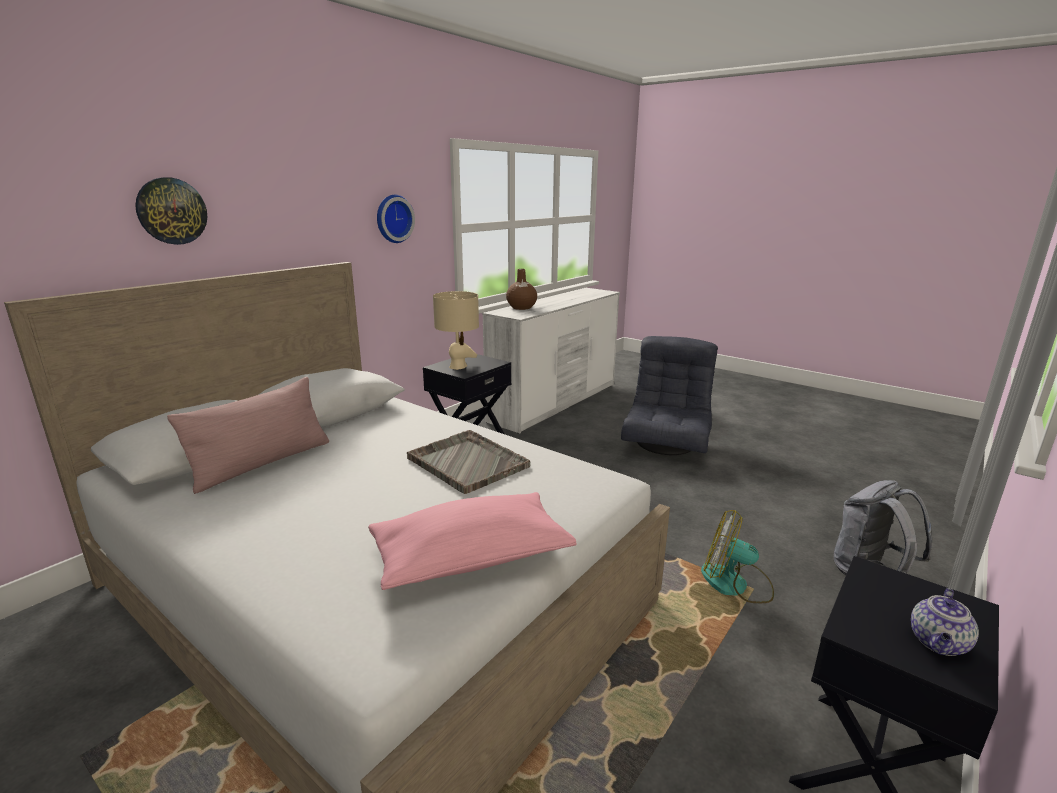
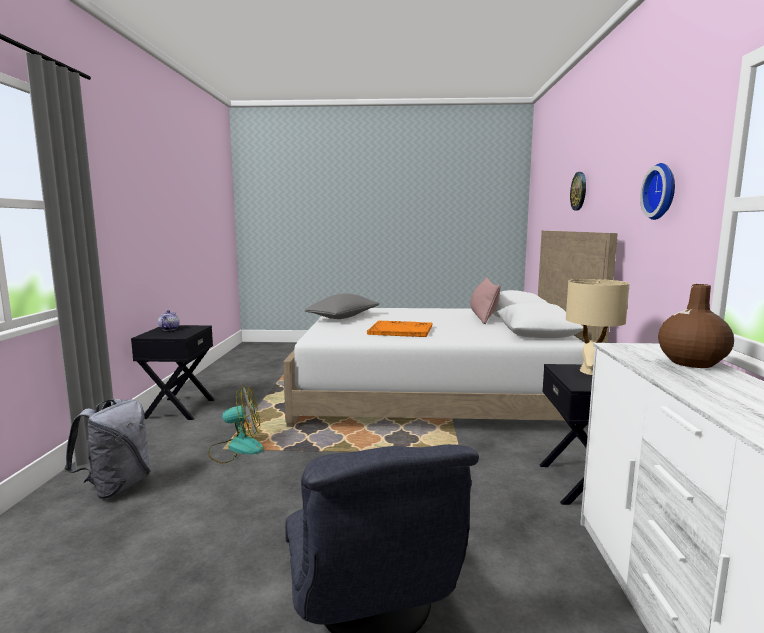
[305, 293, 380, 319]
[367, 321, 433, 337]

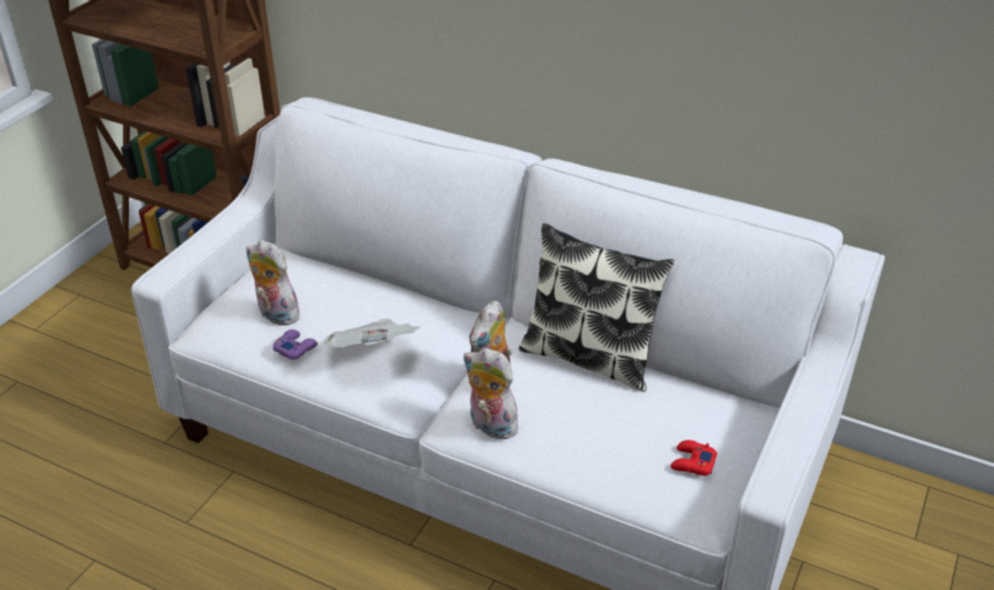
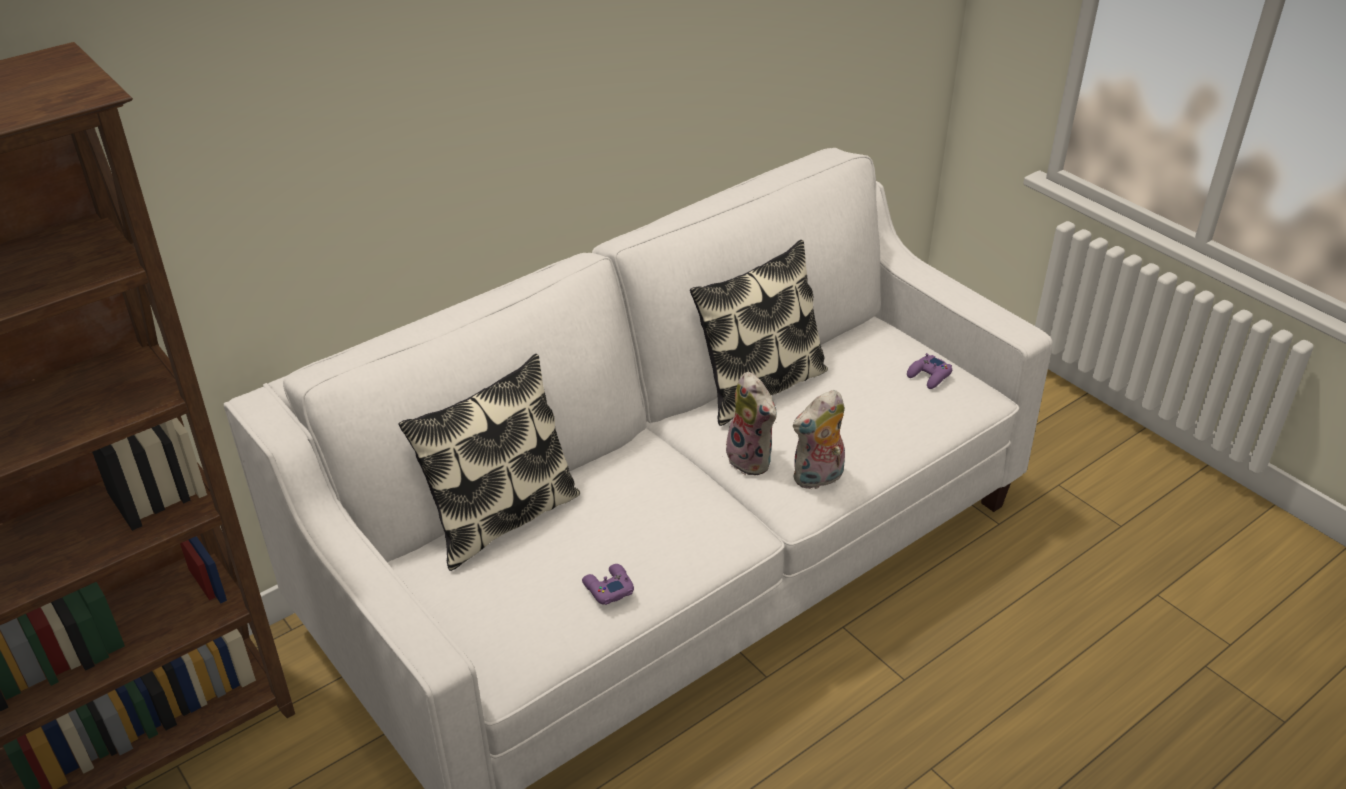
[246, 240, 303, 325] (first image)
[324, 318, 420, 348] (first image)
[907, 353, 952, 389]
[398, 354, 580, 571]

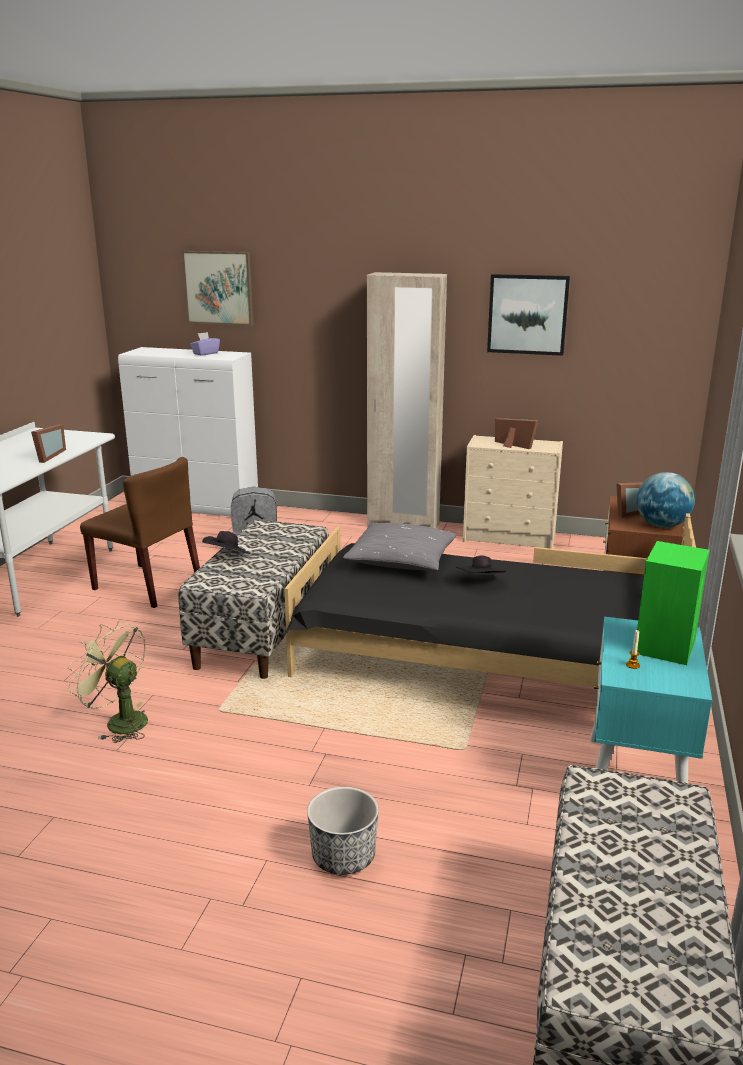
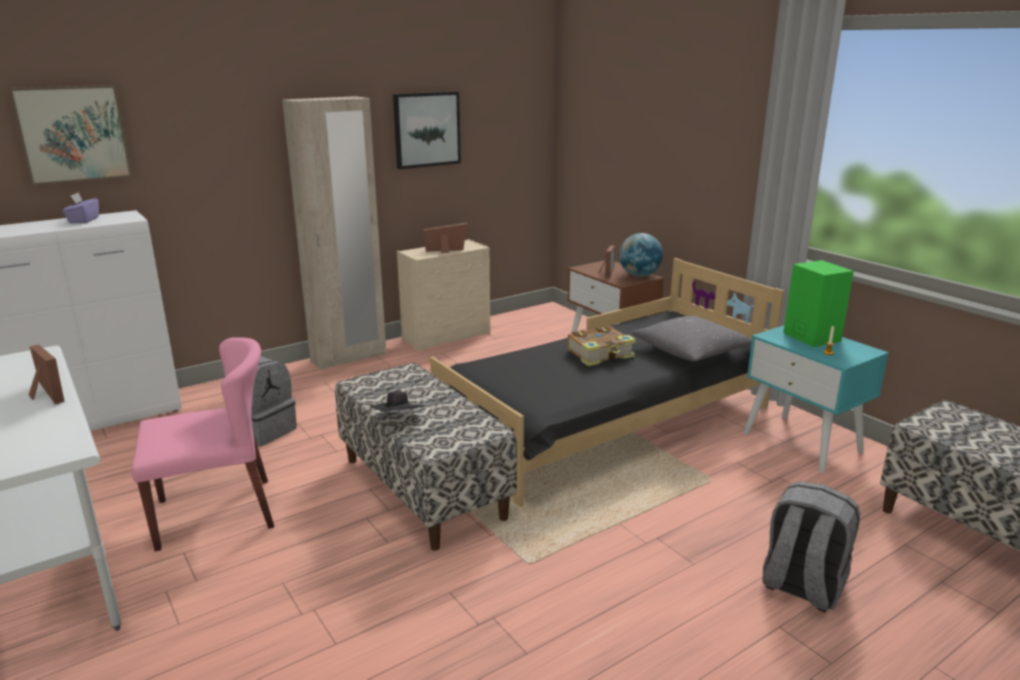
[67, 620, 148, 743] (first image)
[132, 337, 274, 552]
[762, 481, 860, 613]
[631, 316, 752, 361]
[567, 326, 636, 366]

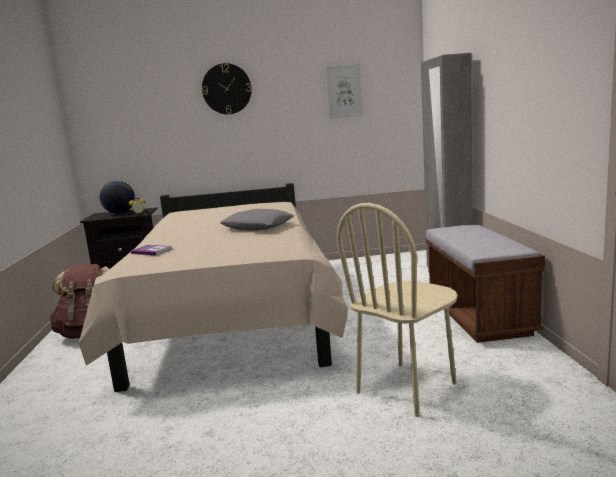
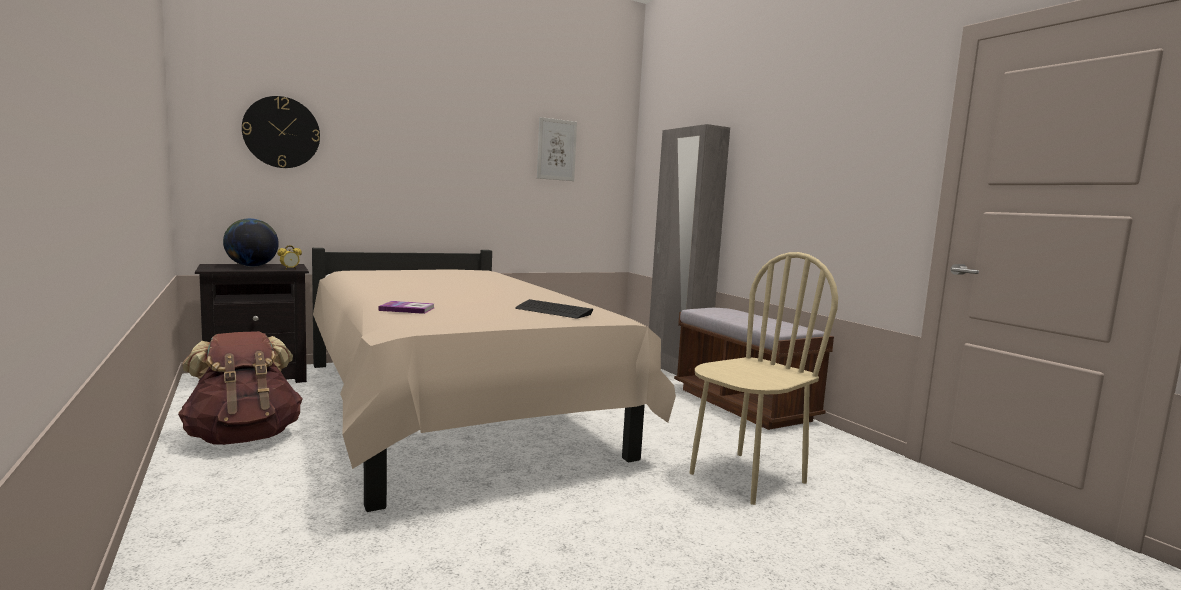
[242, 96, 320, 168]
[220, 209, 295, 231] (first image)
[689, 252, 838, 505]
[515, 299, 593, 318]

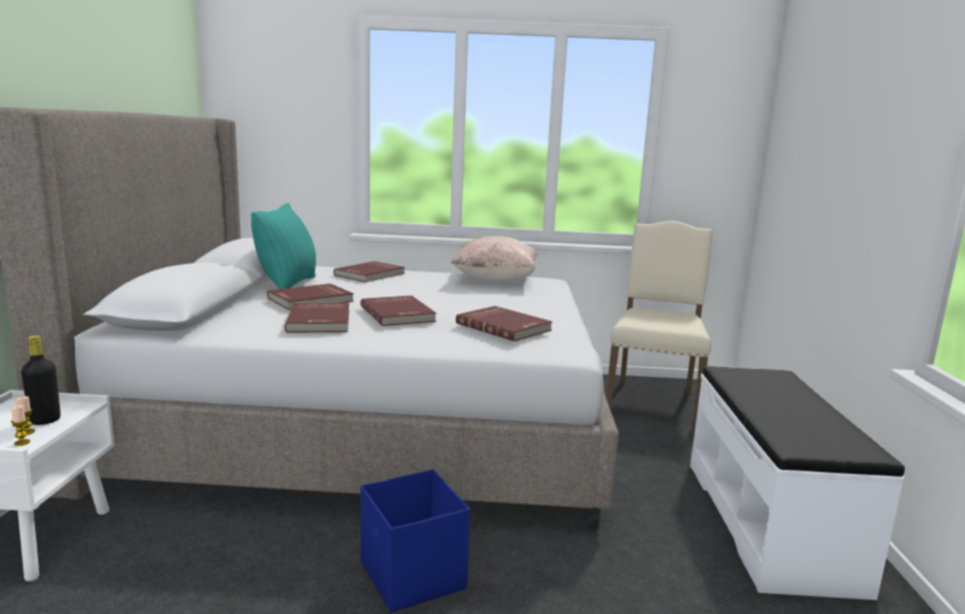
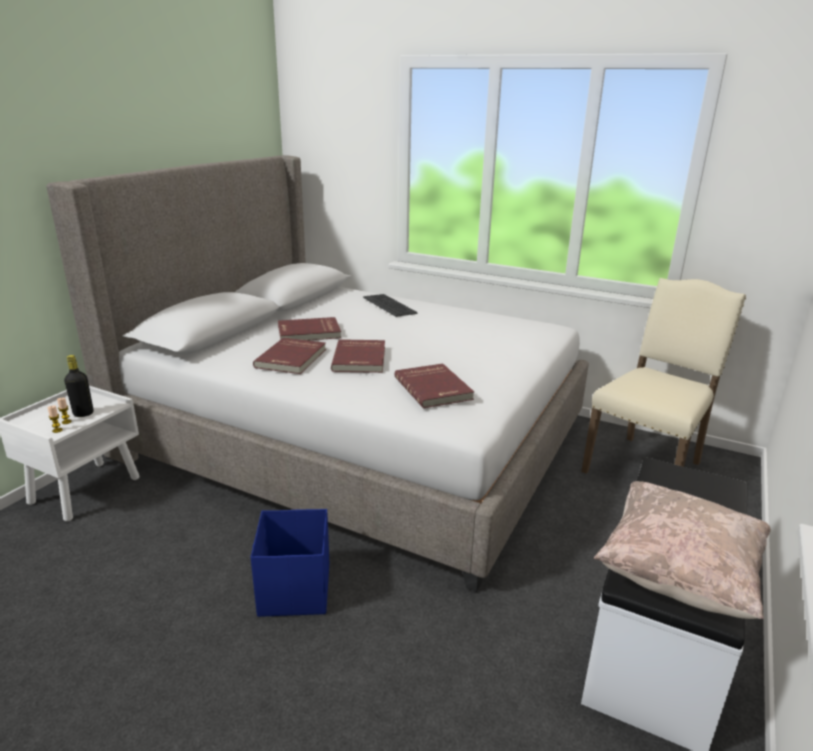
[251, 203, 316, 289] (first image)
[363, 294, 418, 317]
[593, 481, 771, 619]

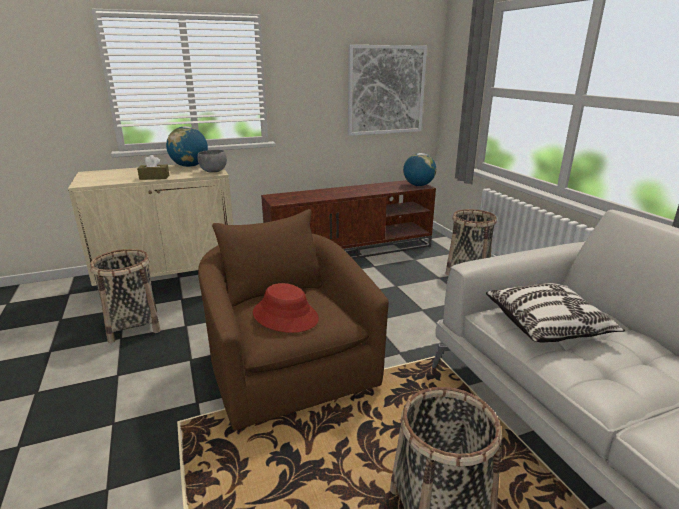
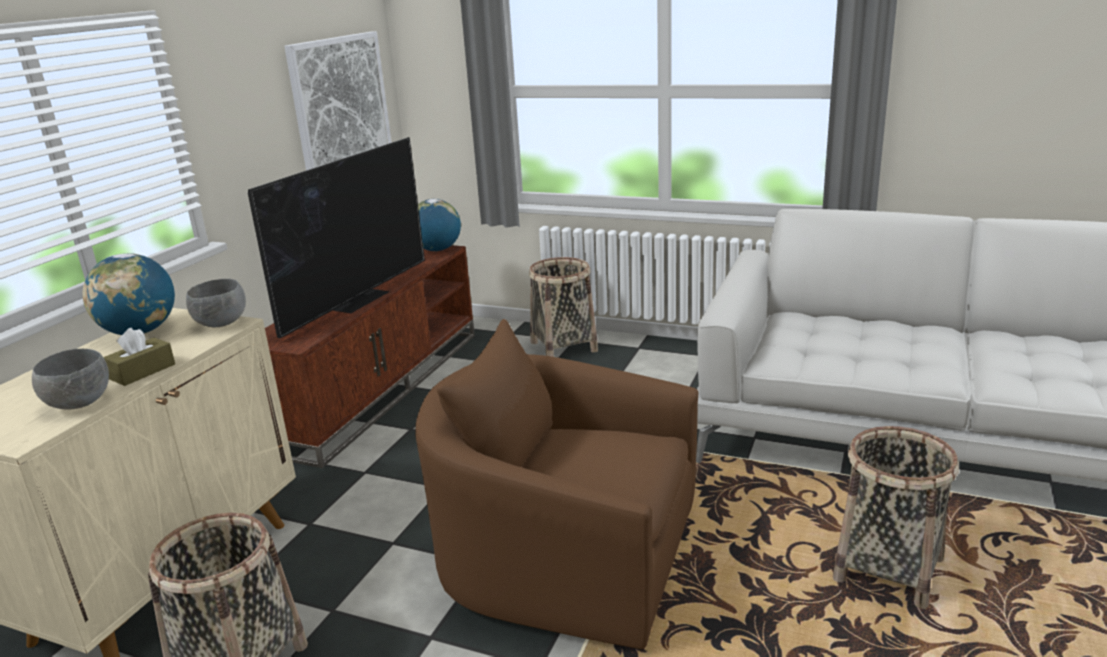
[253, 283, 319, 333] (first image)
[486, 283, 625, 343] (first image)
[32, 349, 109, 410]
[248, 137, 425, 338]

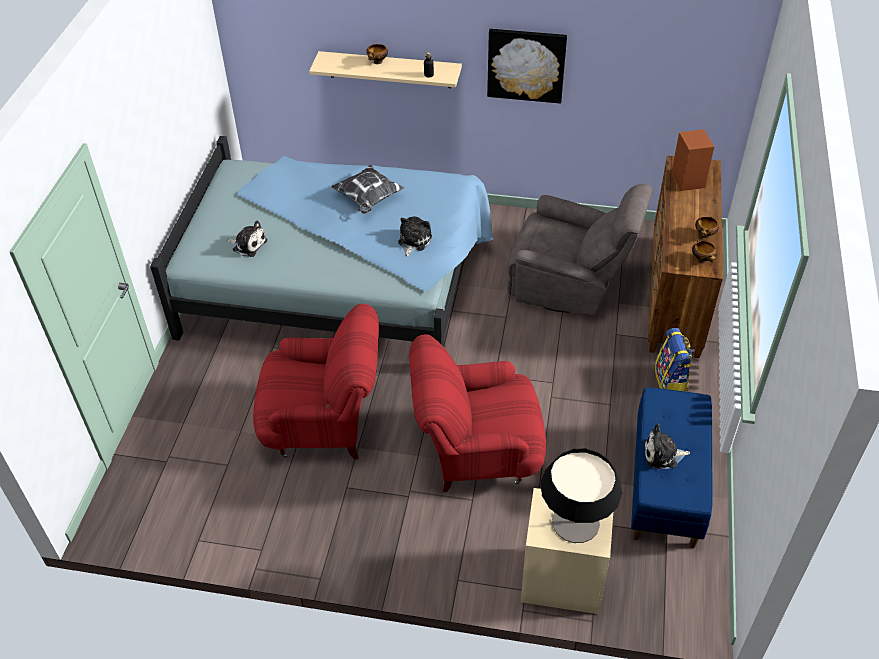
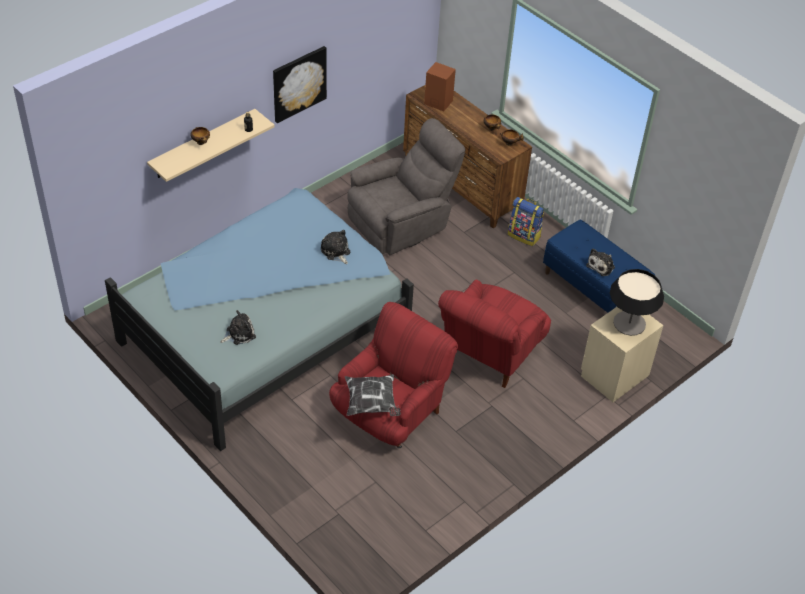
[345, 374, 401, 416]

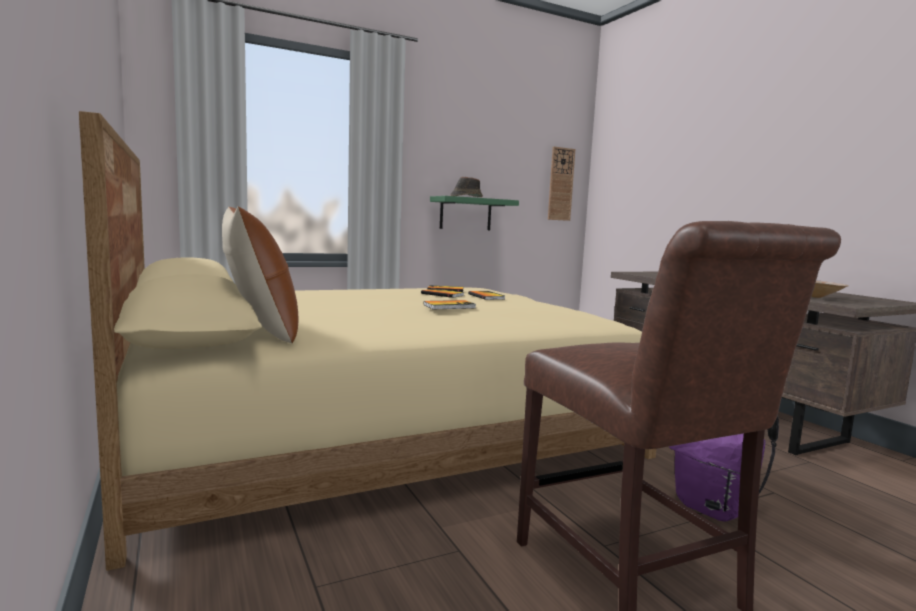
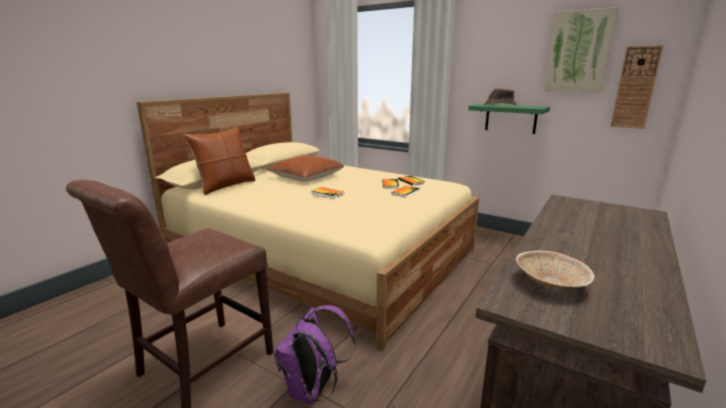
[266, 155, 344, 181]
[544, 7, 618, 92]

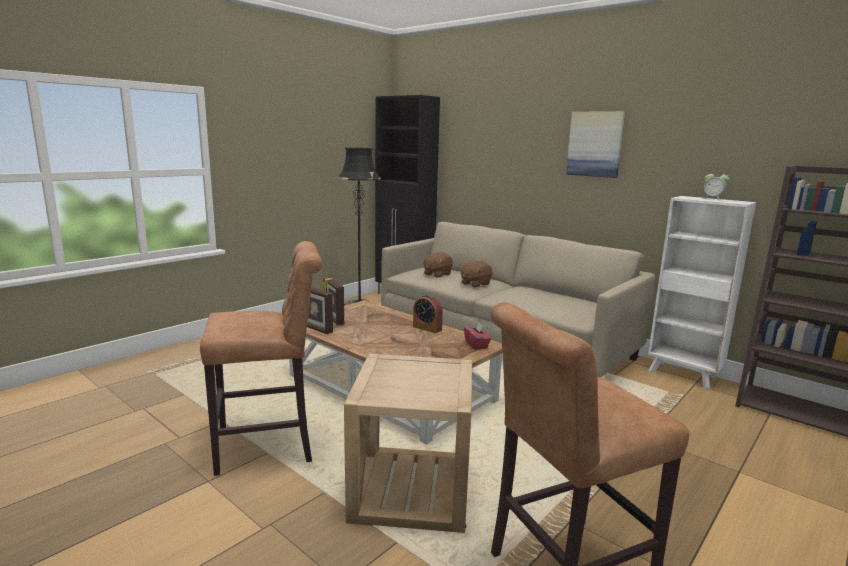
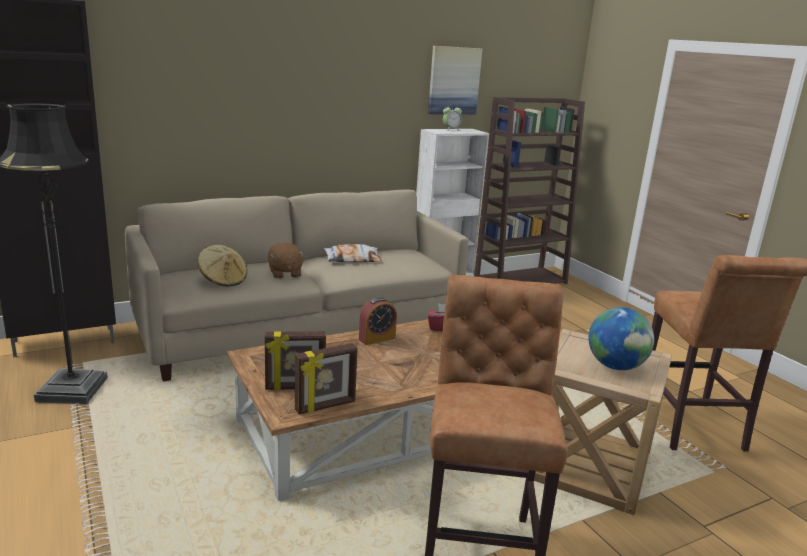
[198, 245, 247, 286]
[428, 46, 483, 114]
[323, 244, 382, 263]
[589, 307, 654, 370]

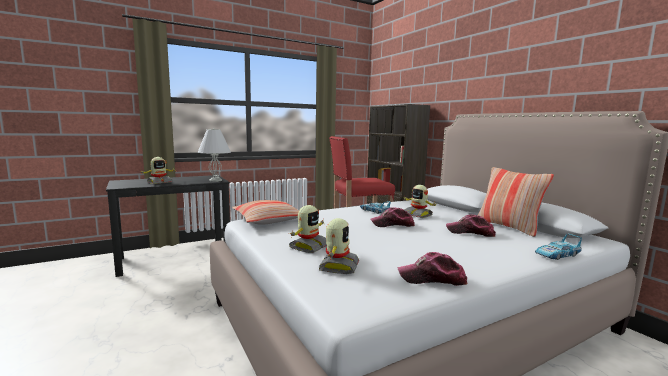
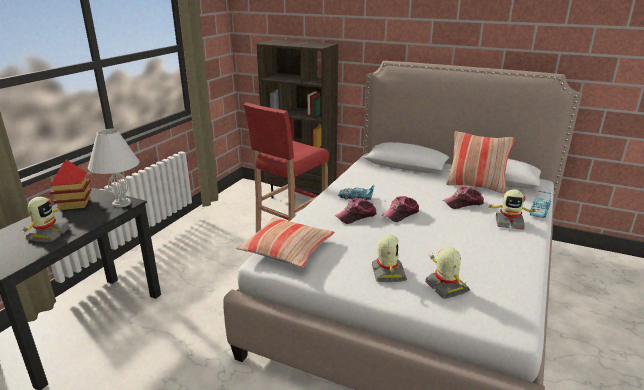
[335, 198, 377, 224]
[486, 189, 537, 230]
[50, 159, 91, 210]

